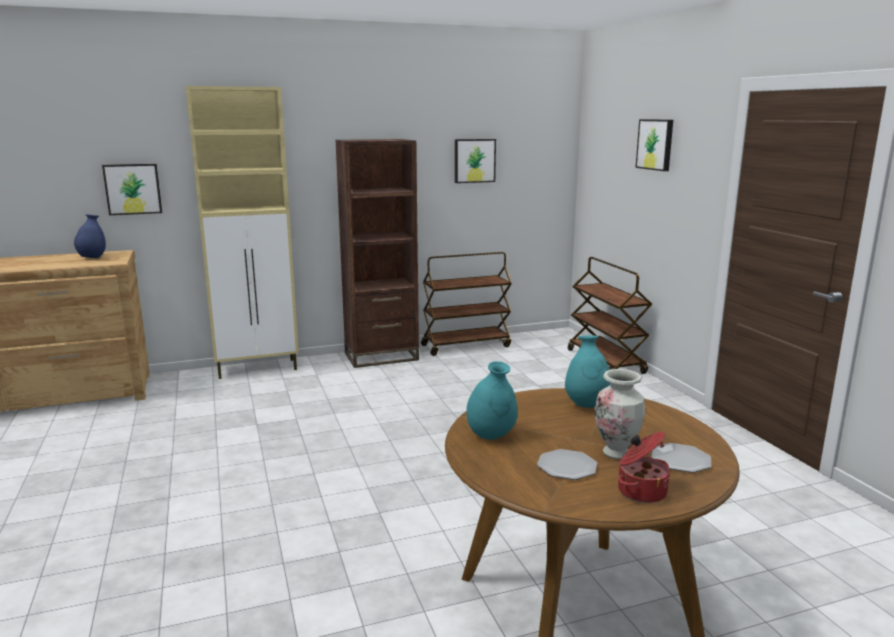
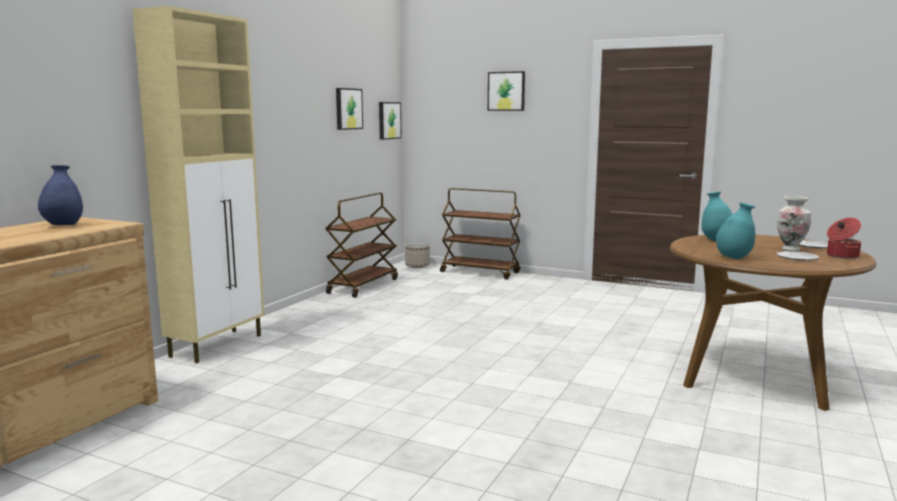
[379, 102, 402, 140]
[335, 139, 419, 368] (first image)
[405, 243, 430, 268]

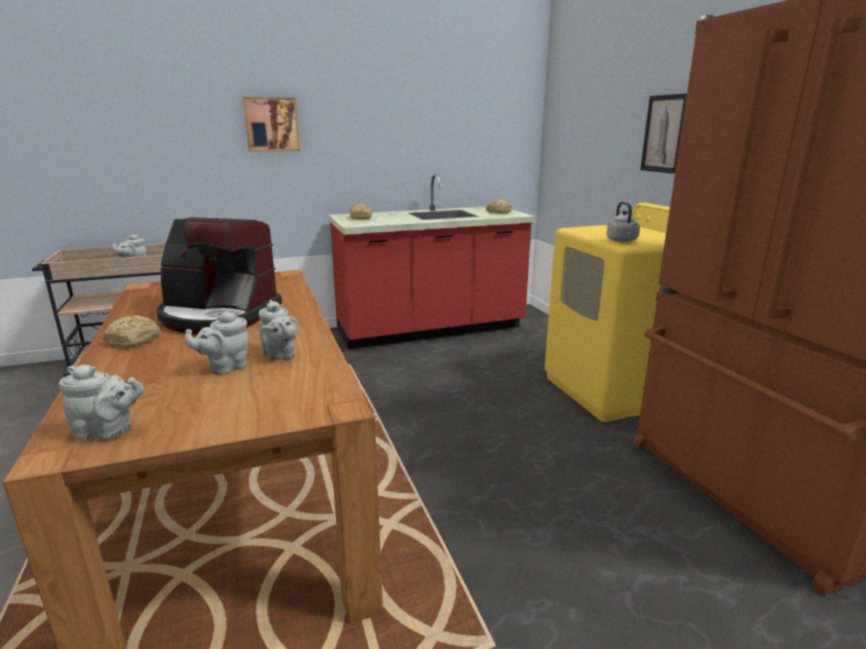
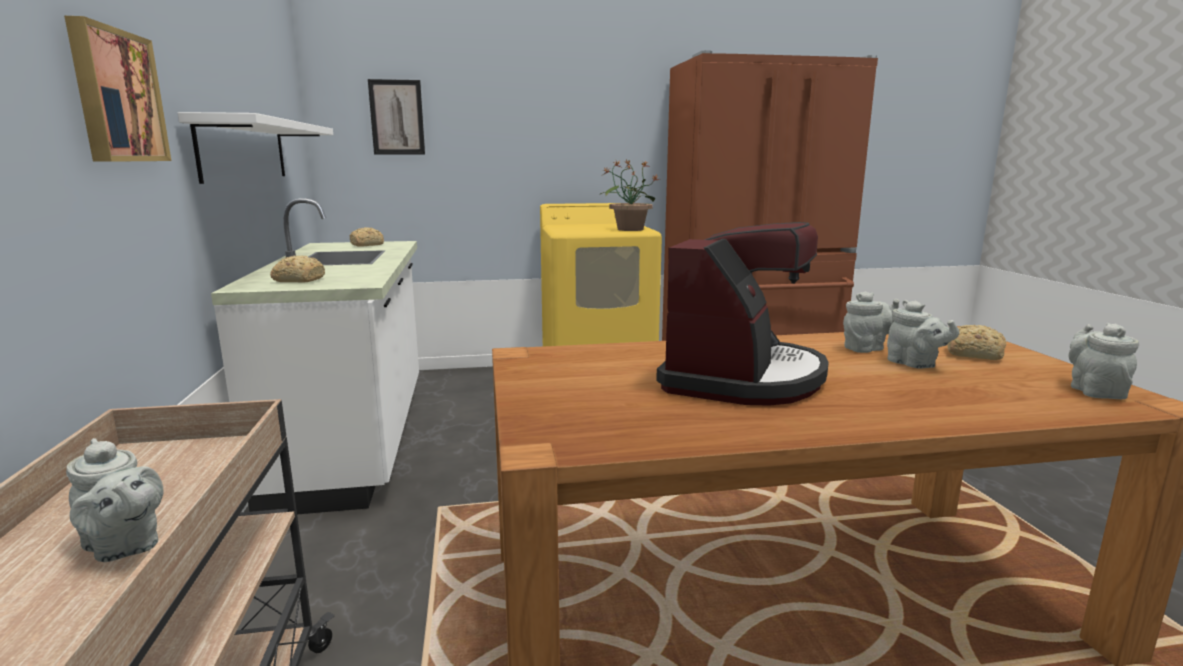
[948, 325, 1006, 360]
[211, 198, 419, 514]
[601, 159, 661, 231]
[368, 79, 425, 154]
[178, 112, 333, 184]

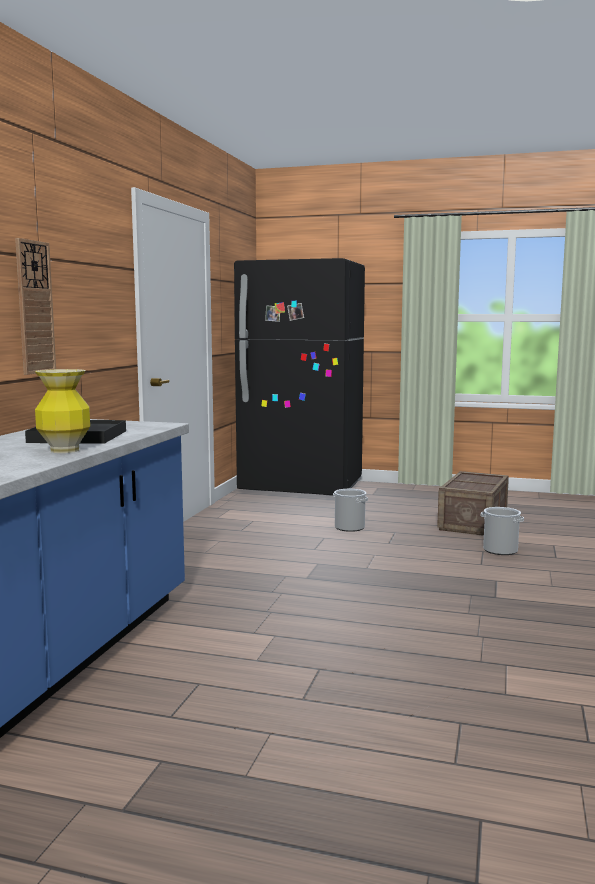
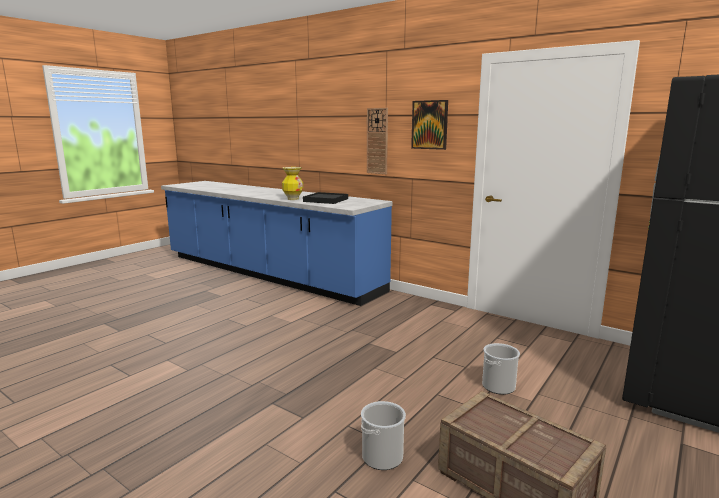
[411, 100, 448, 150]

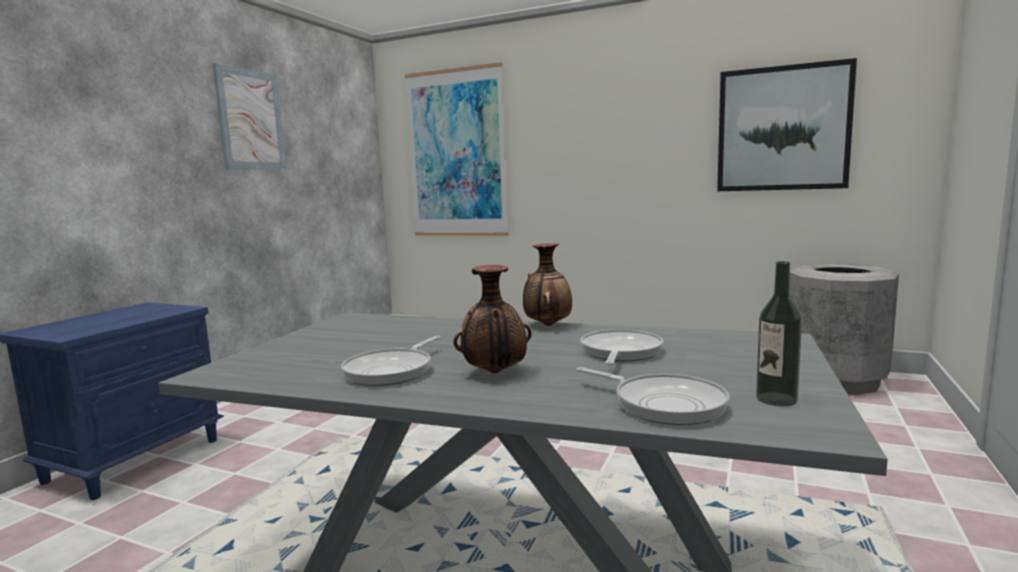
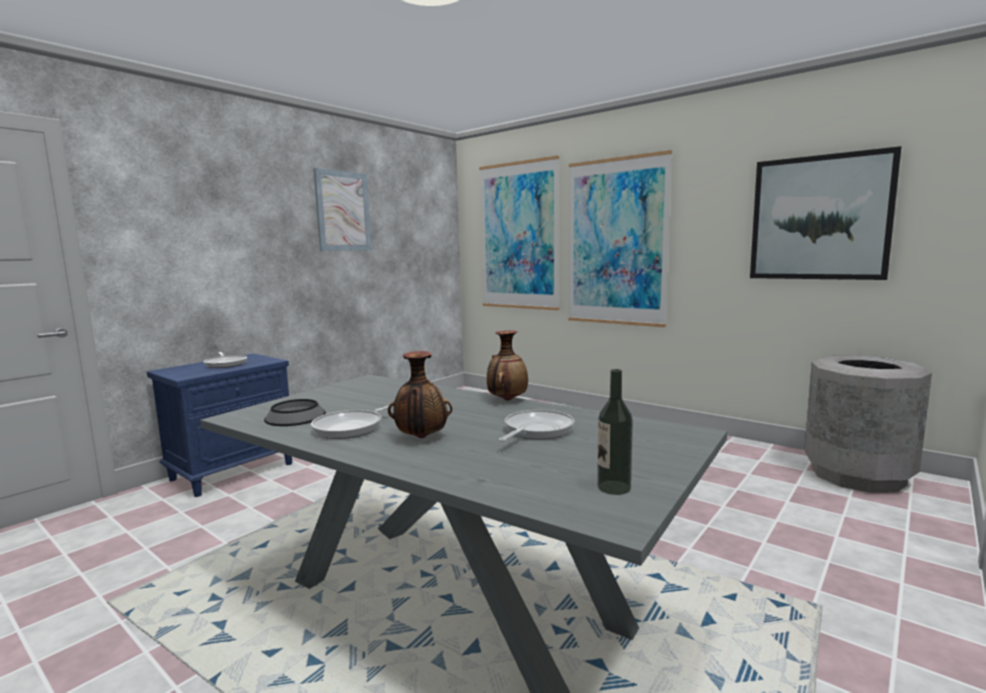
[204, 352, 247, 368]
[264, 399, 326, 426]
[568, 150, 672, 327]

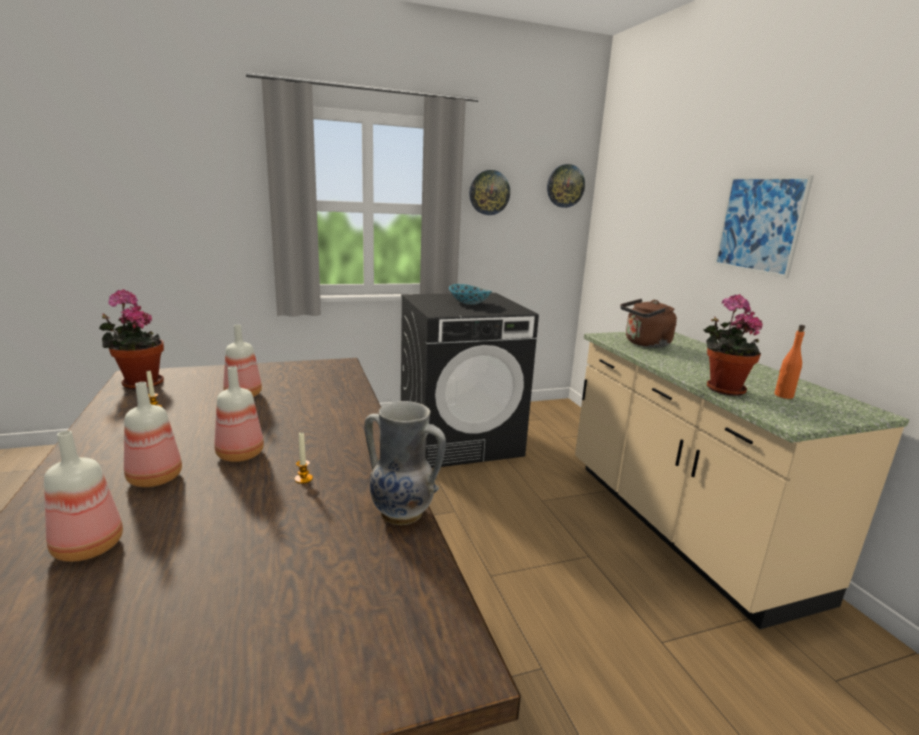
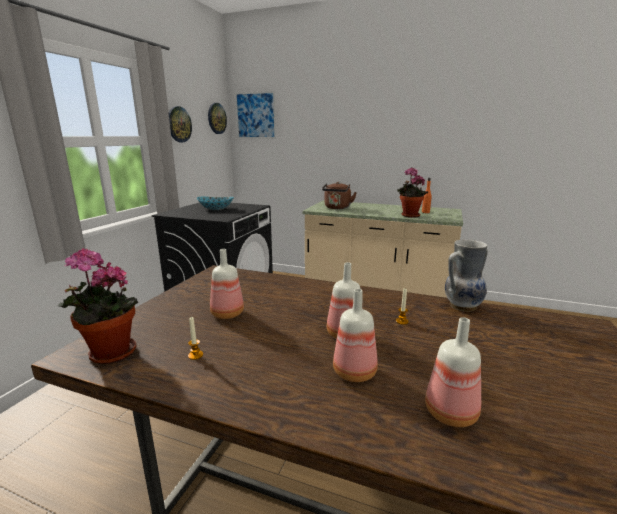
[235, 91, 276, 139]

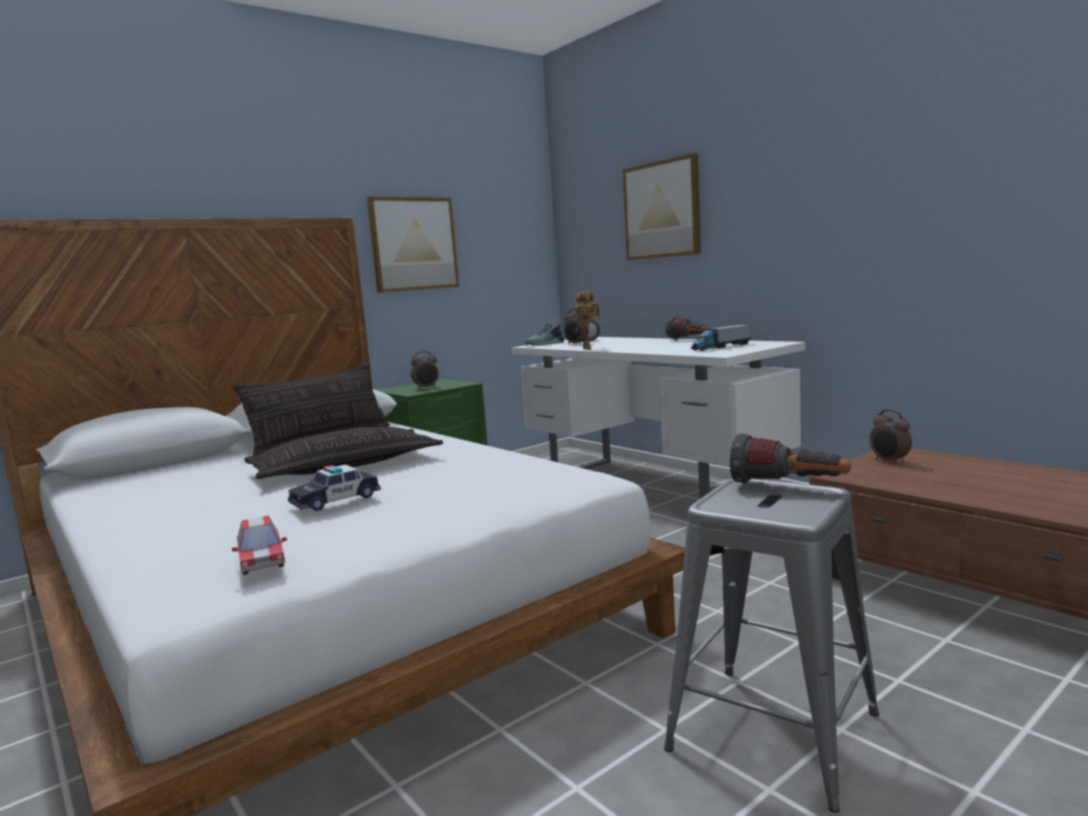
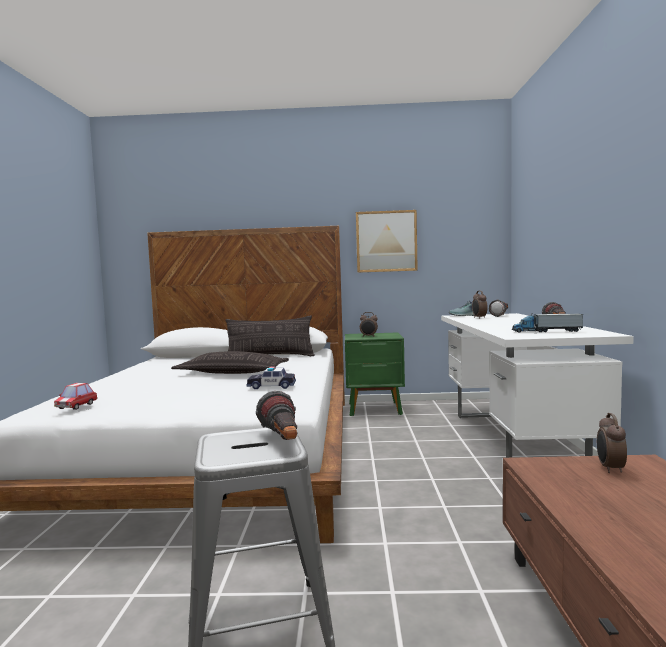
[246, 366, 296, 389]
[574, 291, 600, 350] (first image)
[623, 153, 701, 260] (first image)

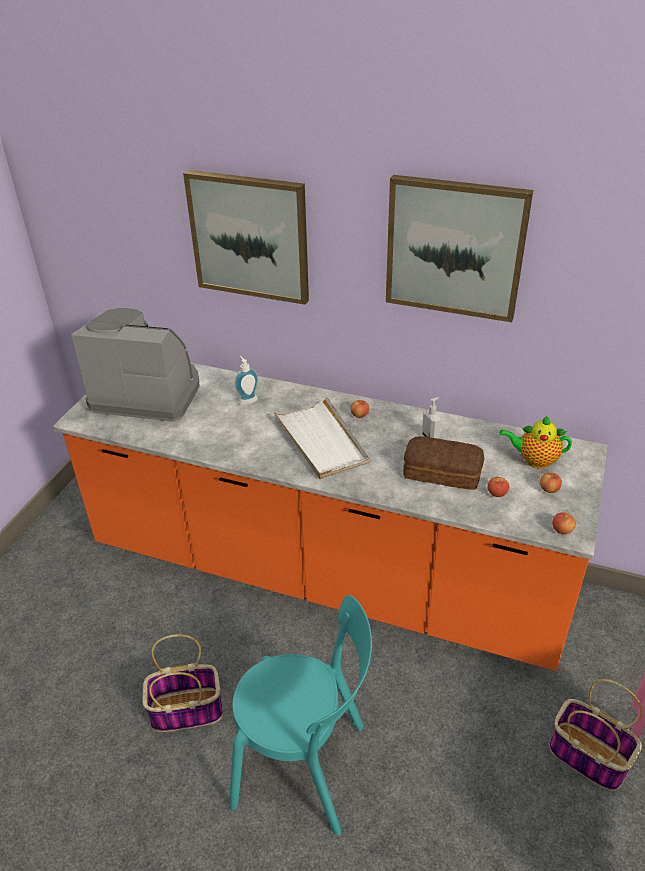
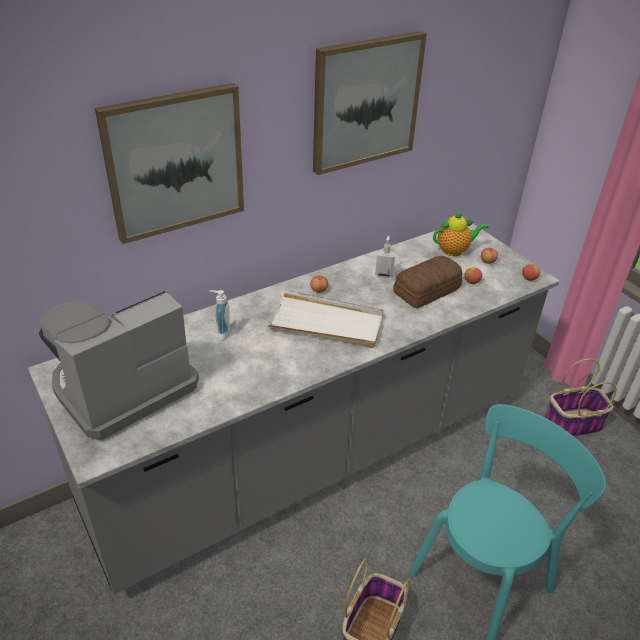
[28, 223, 559, 594]
[433, 211, 489, 256]

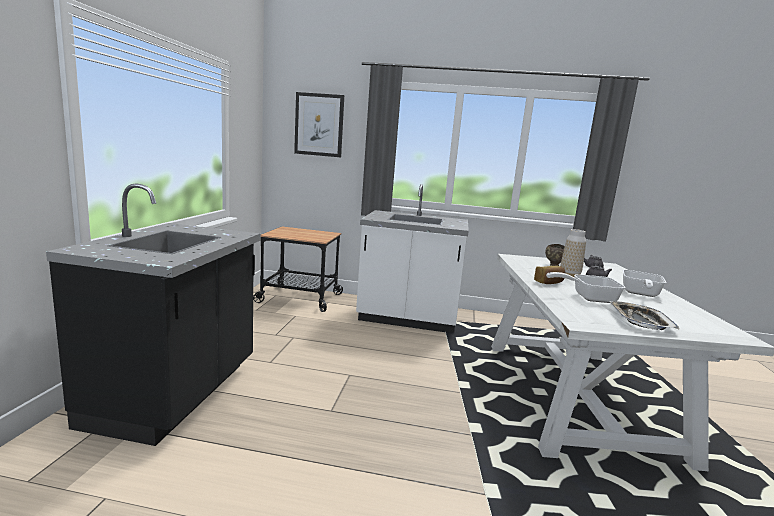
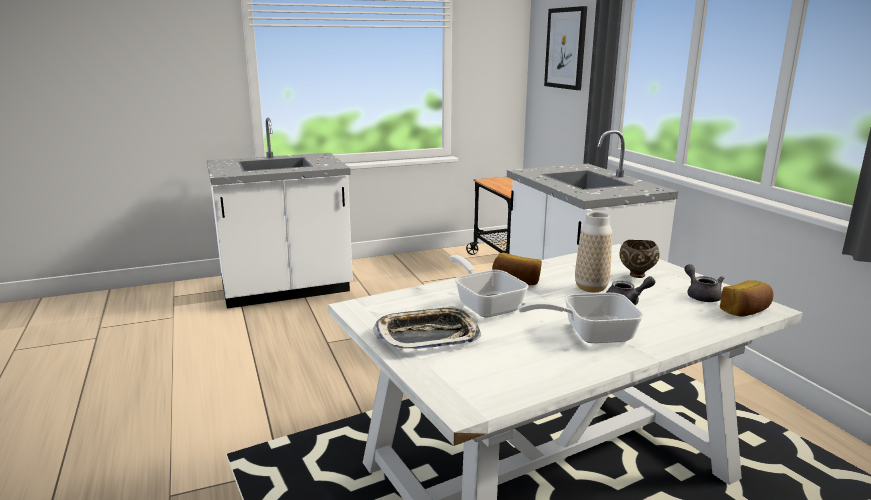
[206, 118, 353, 309]
[720, 280, 773, 316]

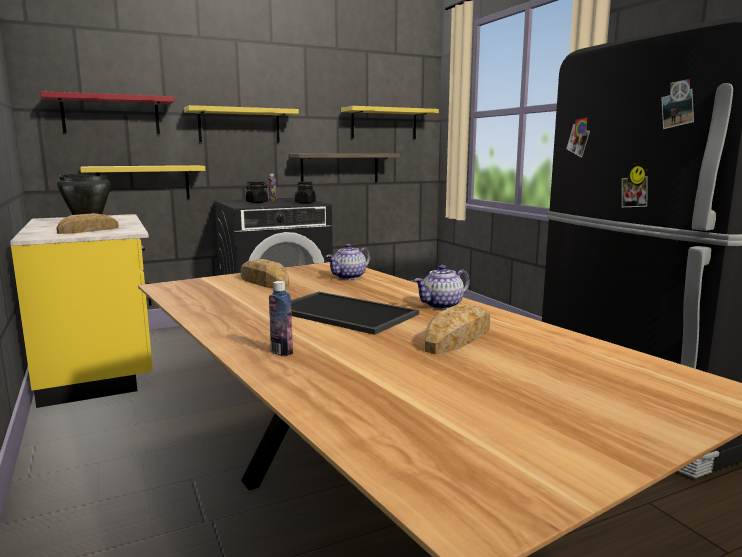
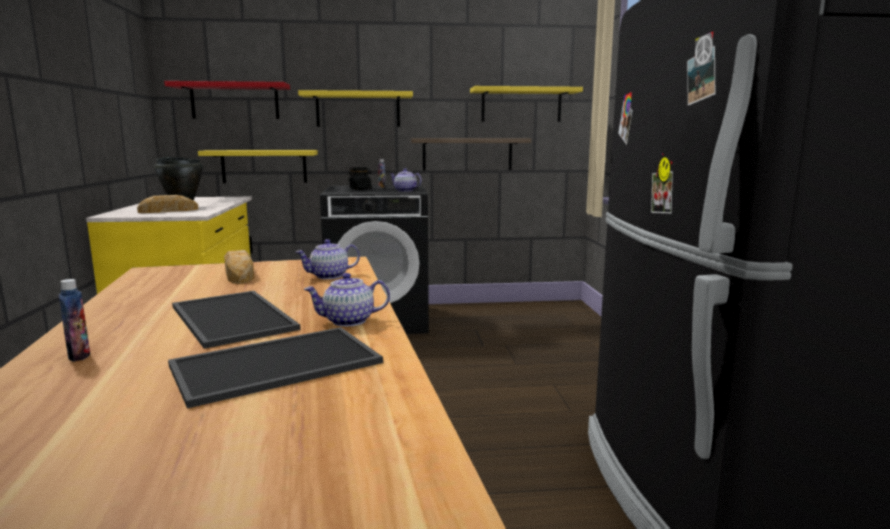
[390, 168, 422, 192]
[168, 327, 383, 409]

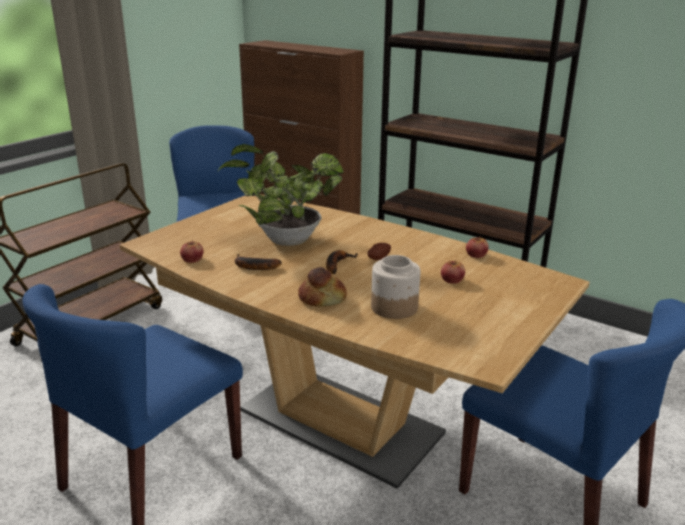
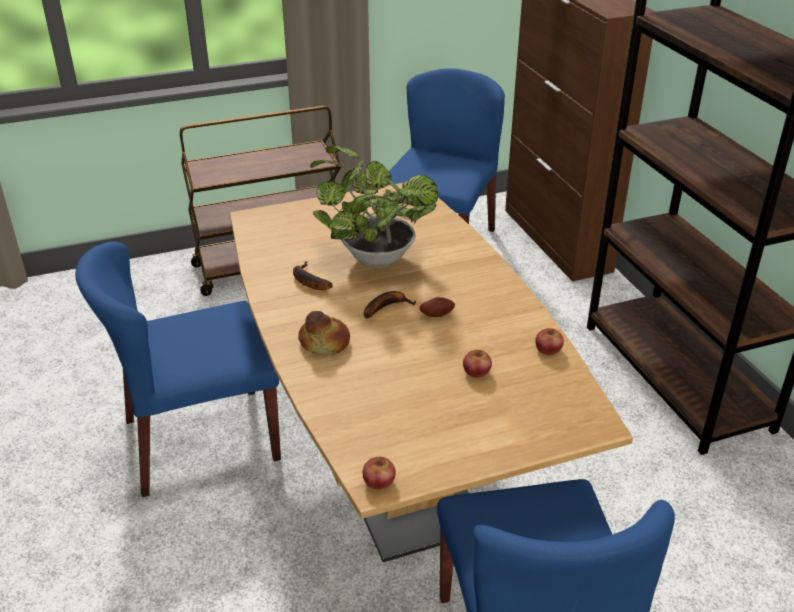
[363, 457, 396, 490]
[371, 255, 420, 319] (first image)

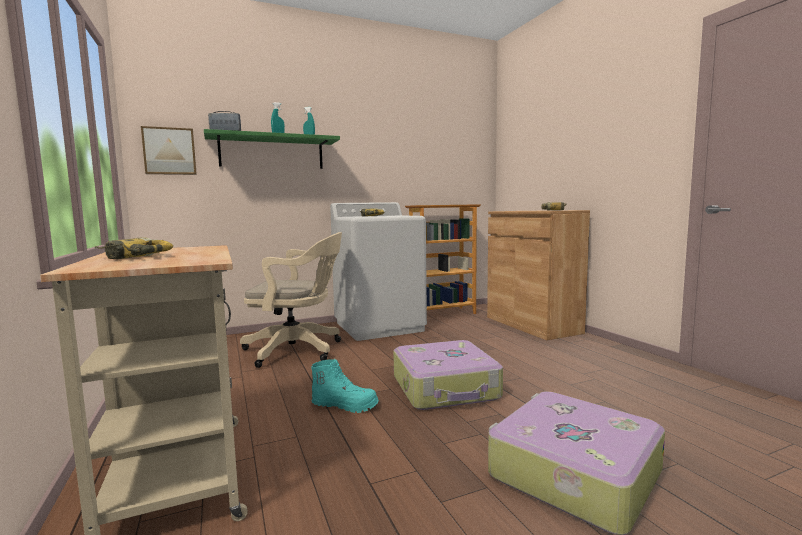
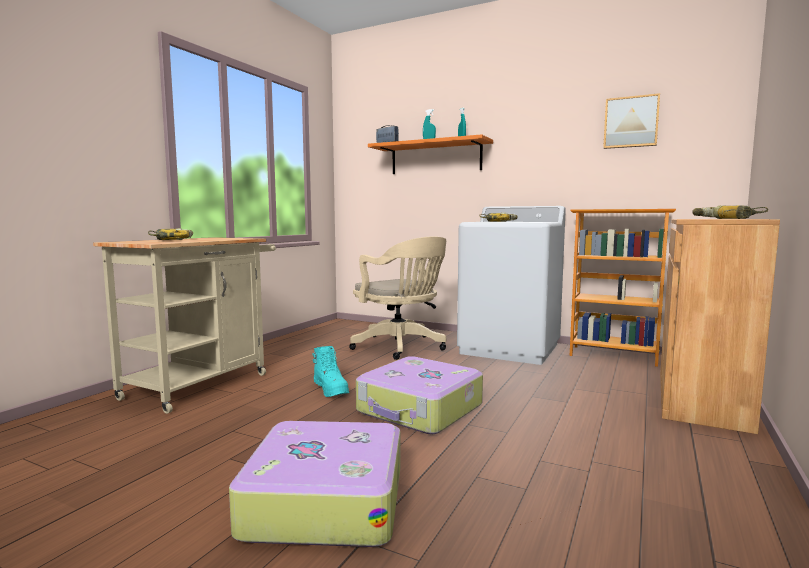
[603, 93, 660, 149]
[368, 134, 493, 174]

